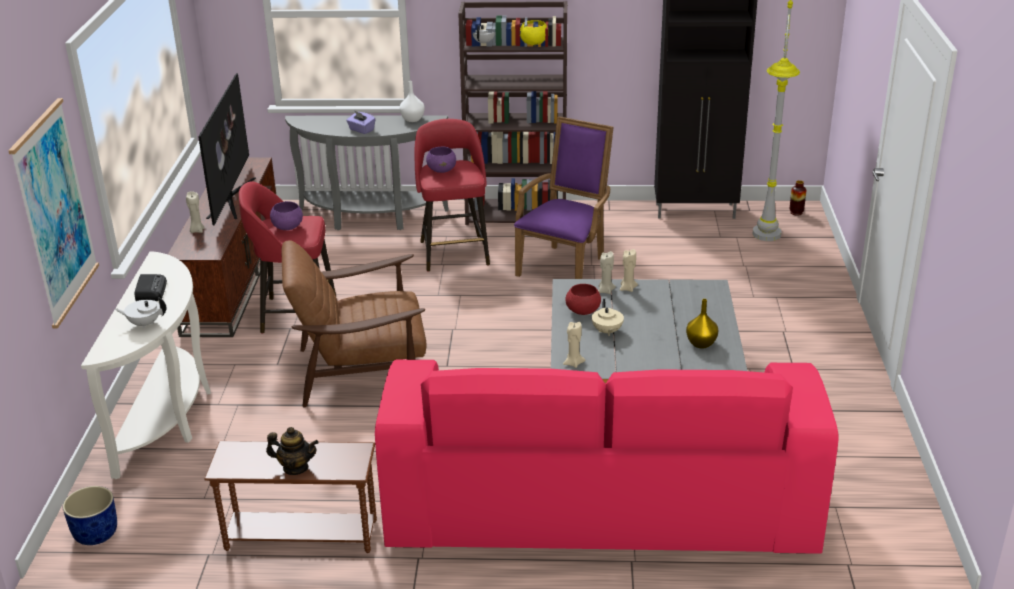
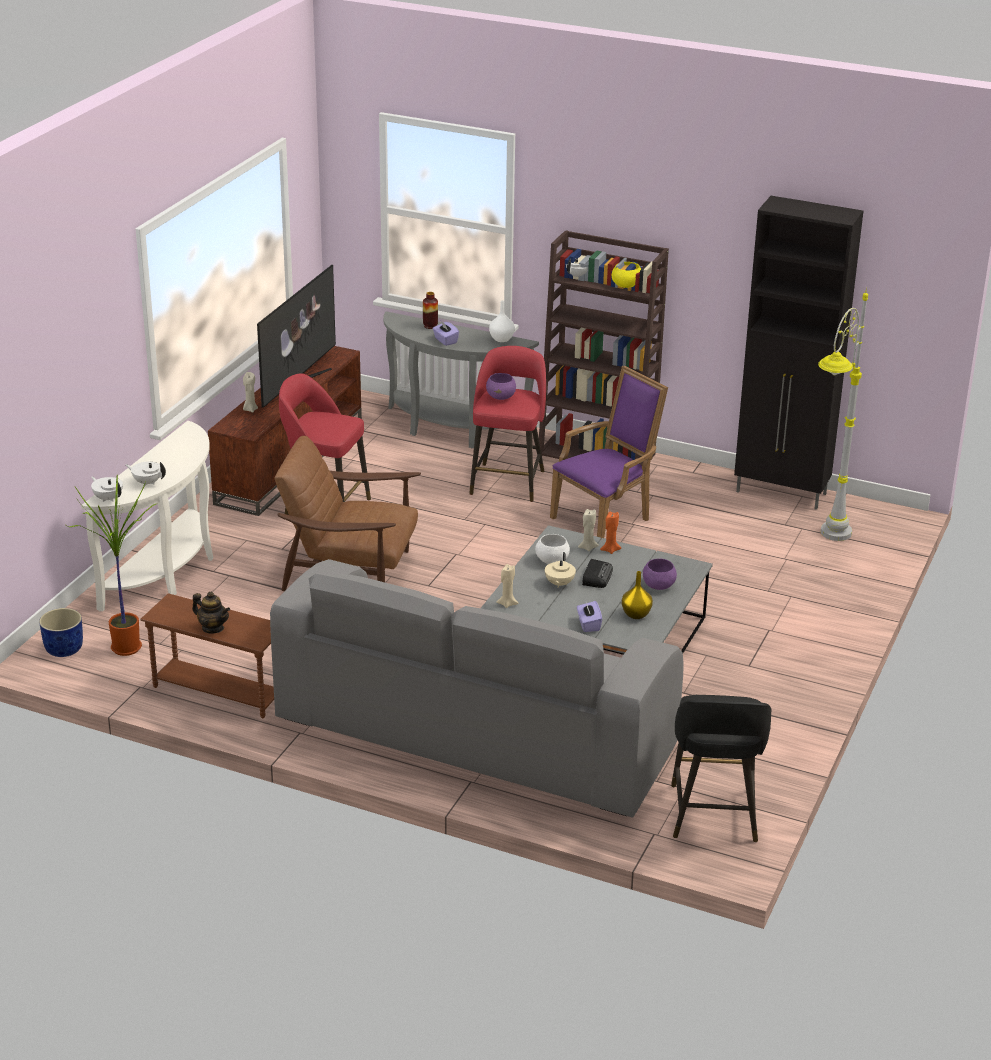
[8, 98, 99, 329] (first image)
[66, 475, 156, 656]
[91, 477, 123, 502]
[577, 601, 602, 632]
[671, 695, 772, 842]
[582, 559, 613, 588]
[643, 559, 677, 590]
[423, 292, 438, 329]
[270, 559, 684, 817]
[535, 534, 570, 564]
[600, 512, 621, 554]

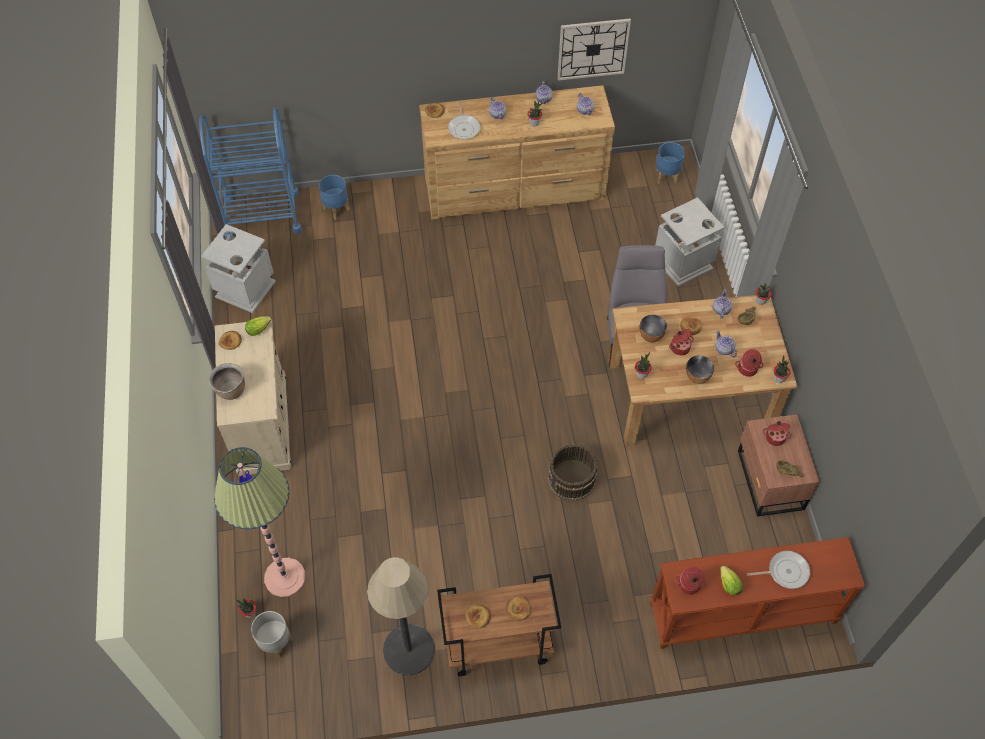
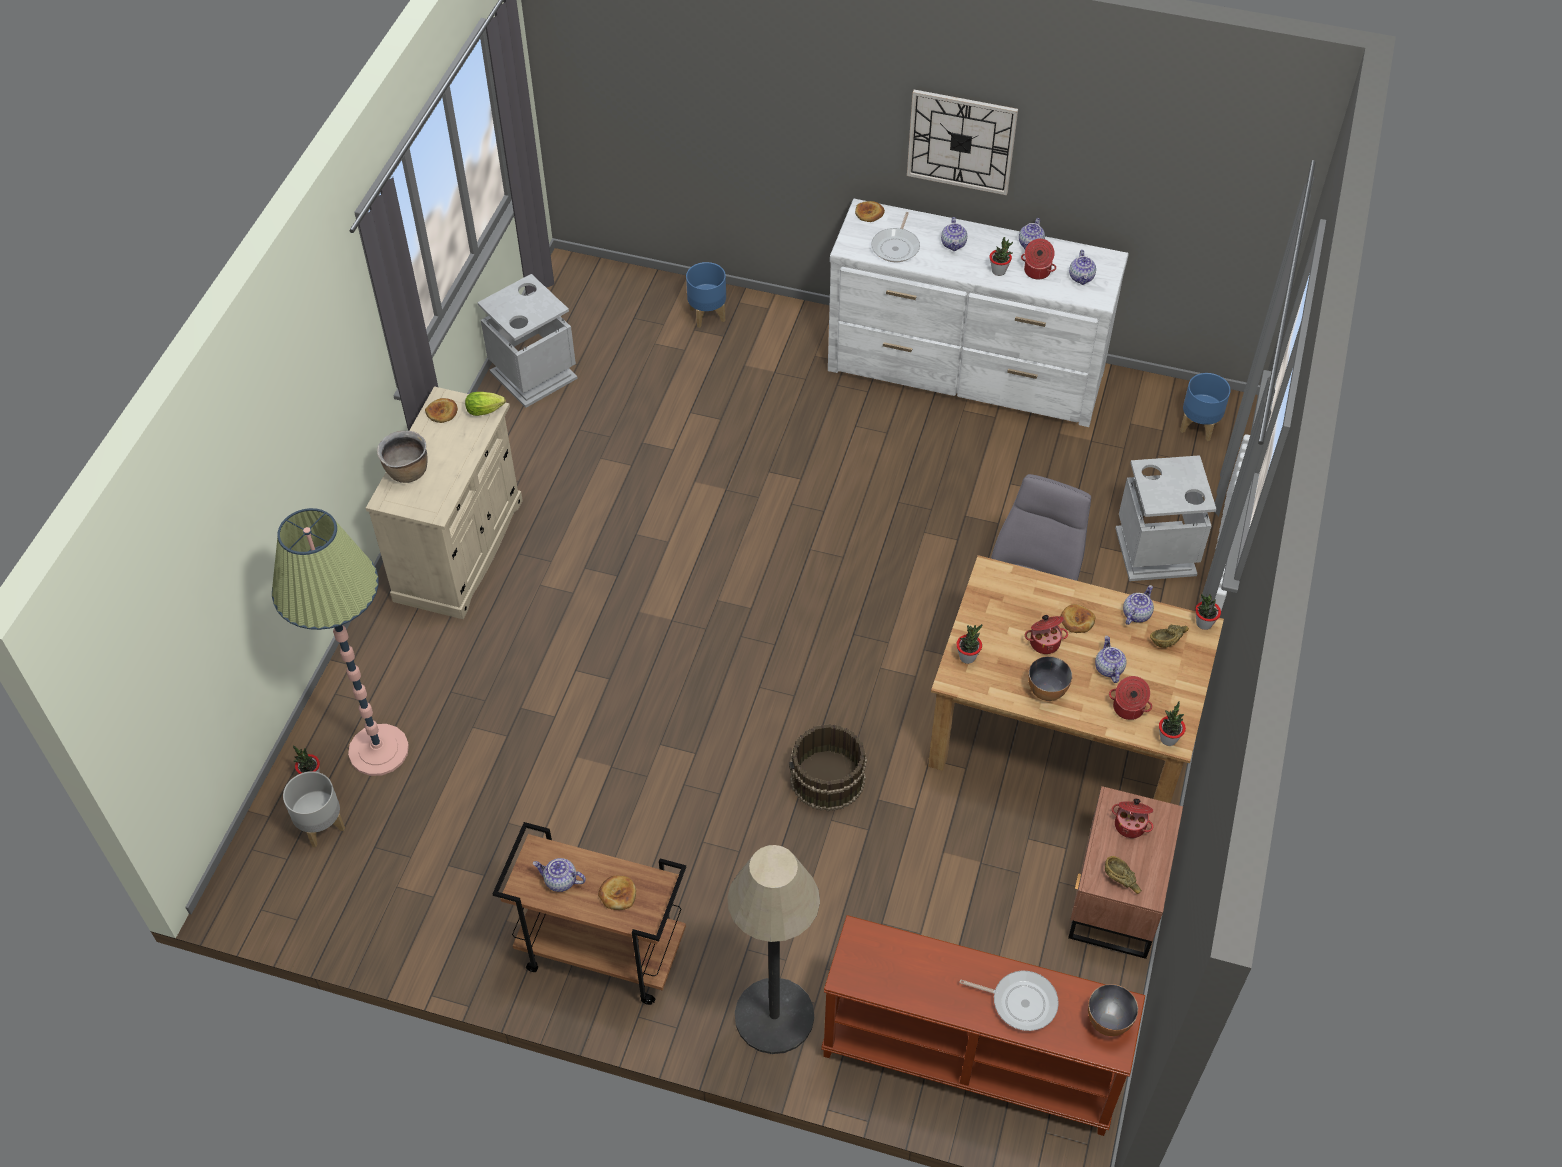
[199, 107, 302, 238] (first image)
[720, 566, 743, 595] (first image)
[727, 845, 820, 1054]
[907, 90, 1018, 195]
[1088, 984, 1138, 1036]
[1021, 238, 1056, 280]
[533, 858, 586, 892]
[828, 199, 1129, 427]

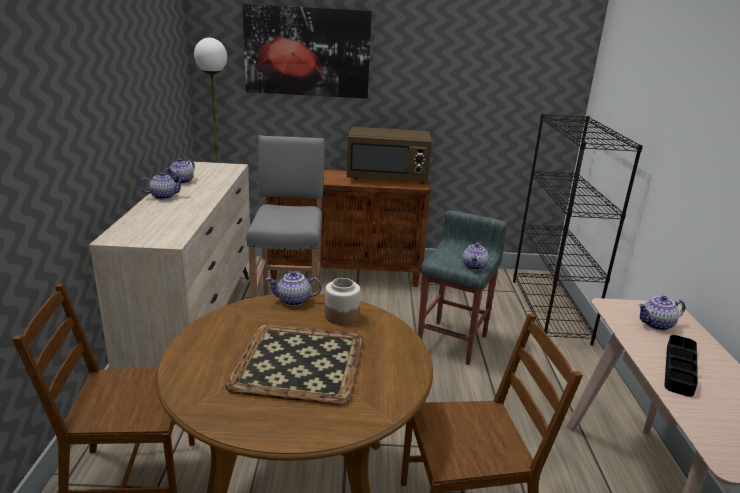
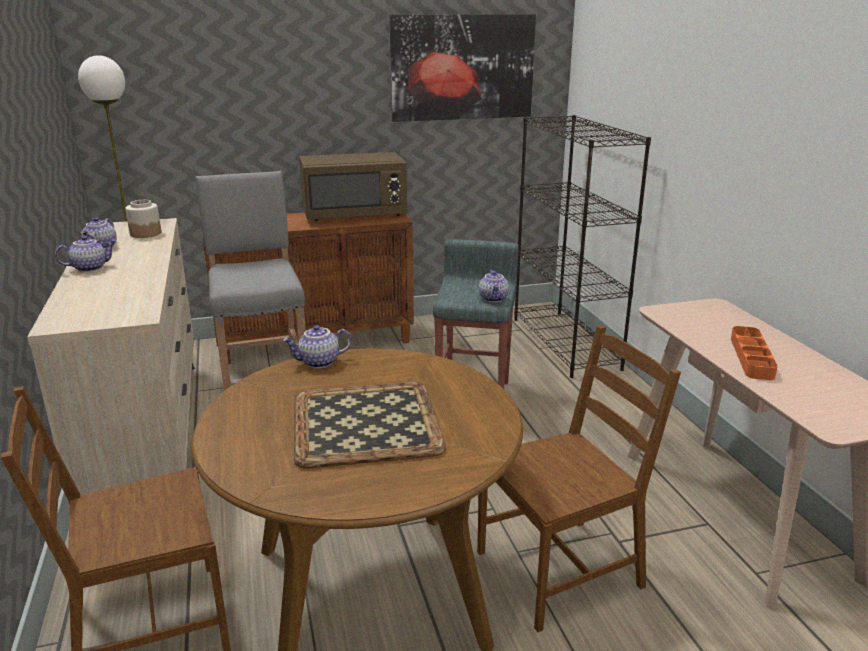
[638, 296, 685, 331] (first image)
[389, 14, 536, 122]
[125, 200, 161, 238]
[731, 326, 778, 380]

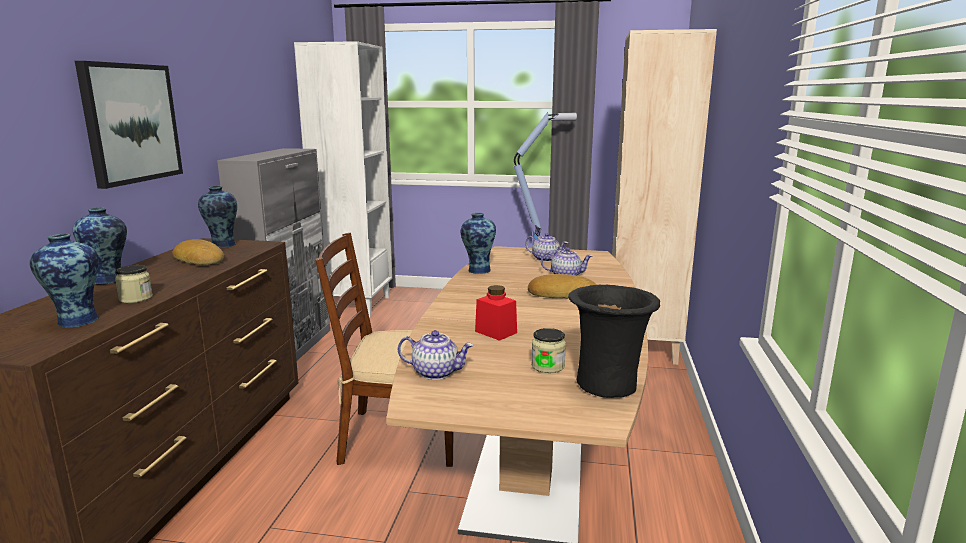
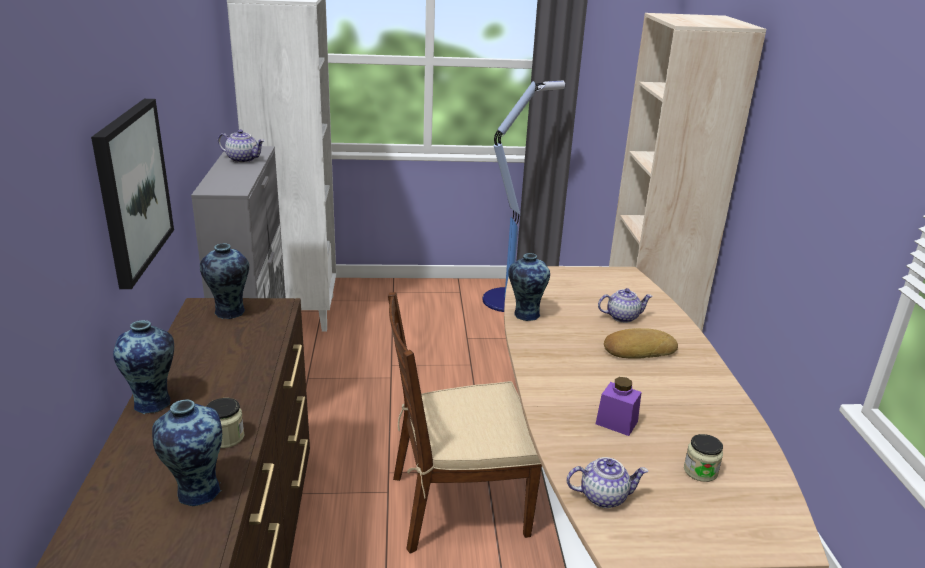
[172, 239, 224, 265] (first image)
[568, 285, 660, 398] (first image)
[218, 129, 265, 163]
[596, 377, 642, 436]

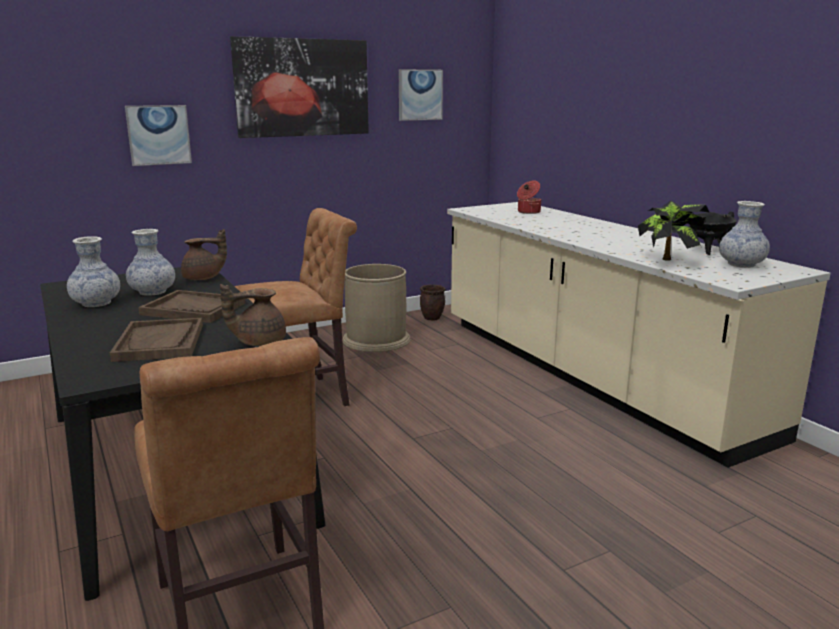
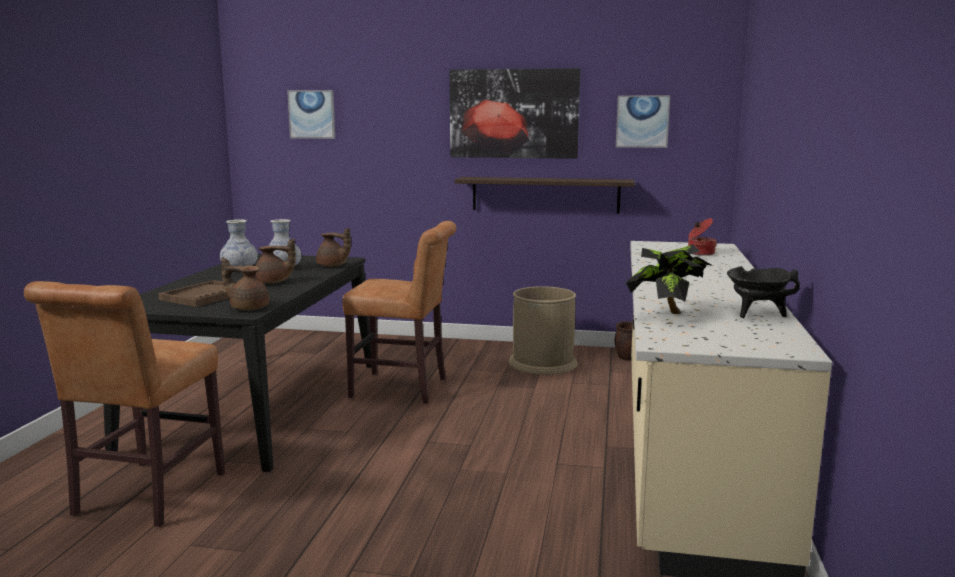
[719, 201, 770, 268] (first image)
[455, 177, 634, 214]
[287, 90, 335, 139]
[256, 238, 296, 283]

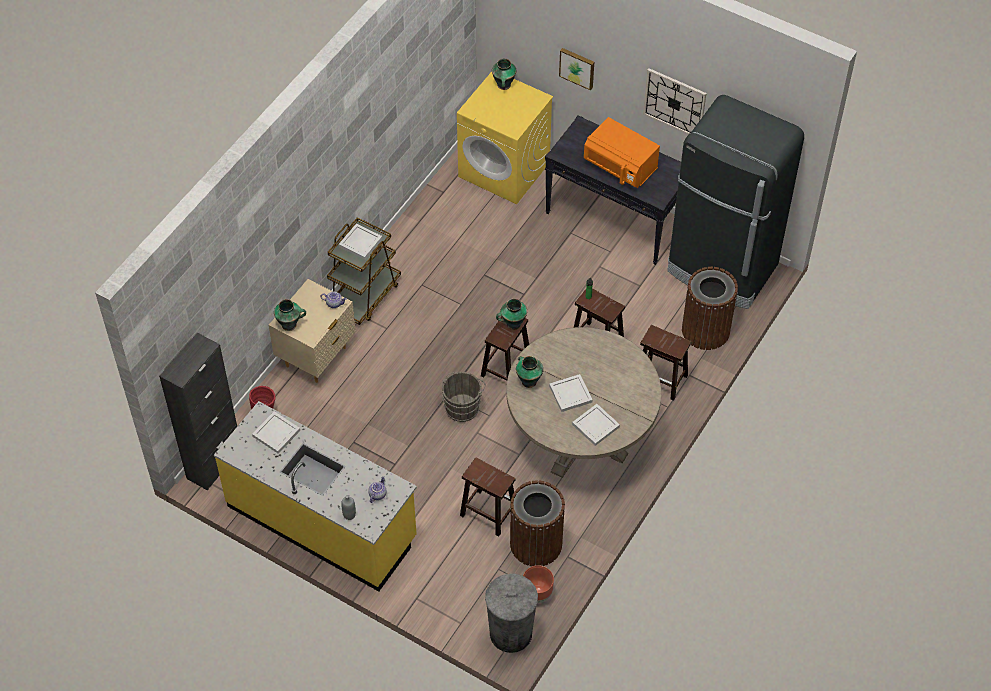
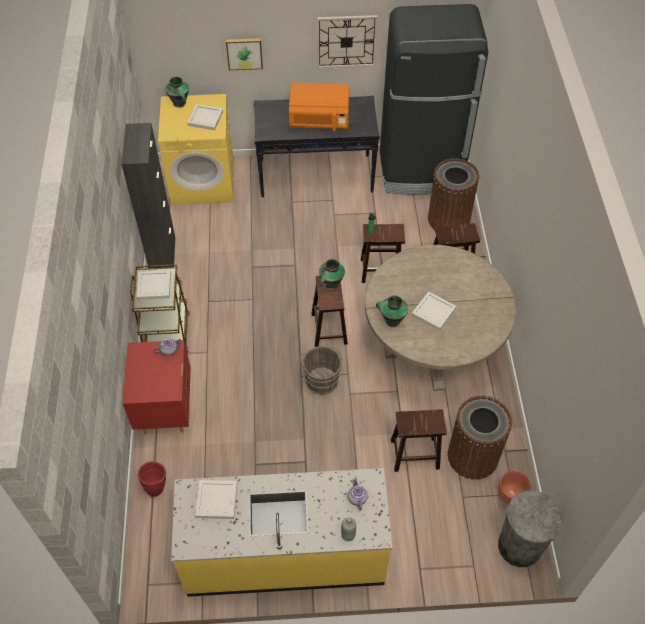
[274, 299, 306, 331] (first image)
[121, 123, 175, 268]
[187, 104, 223, 130]
[123, 340, 191, 435]

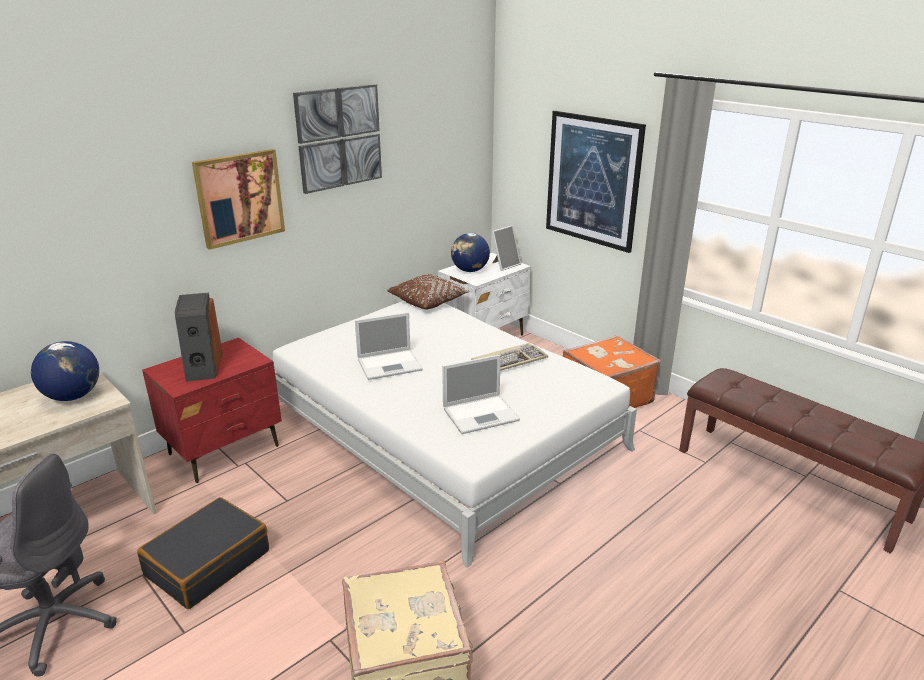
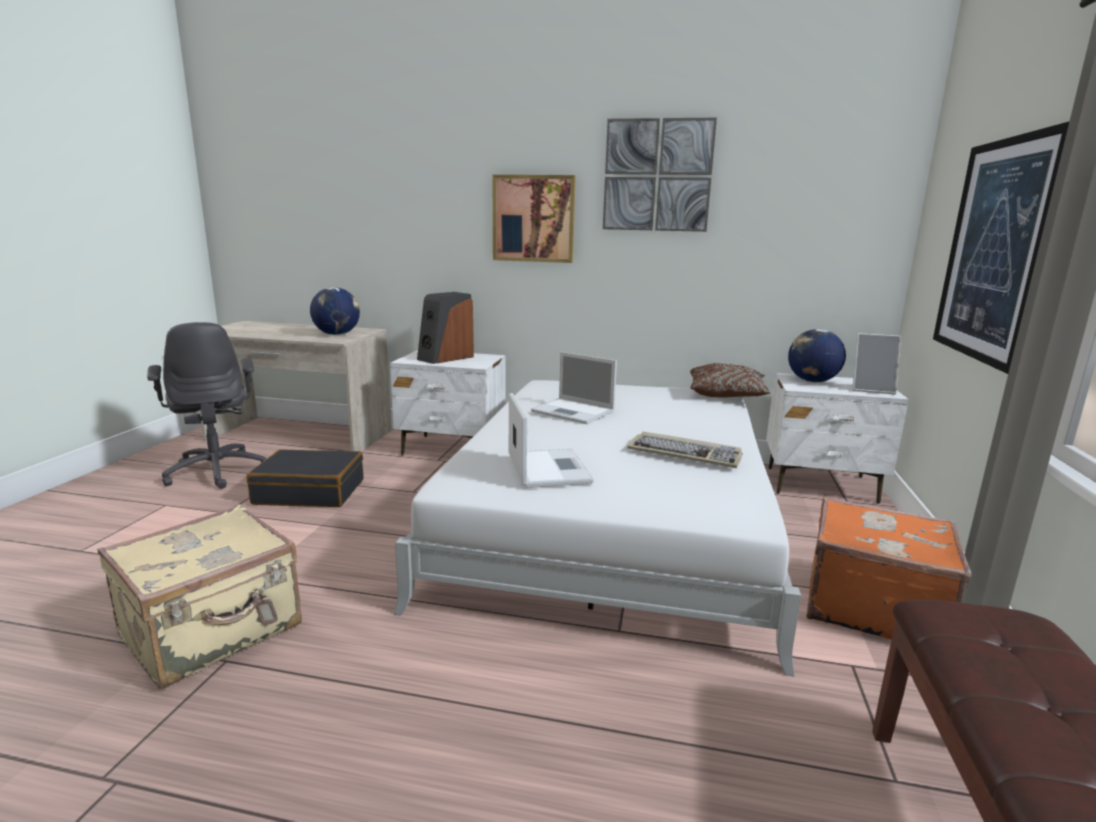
[390, 350, 505, 456]
[509, 393, 594, 488]

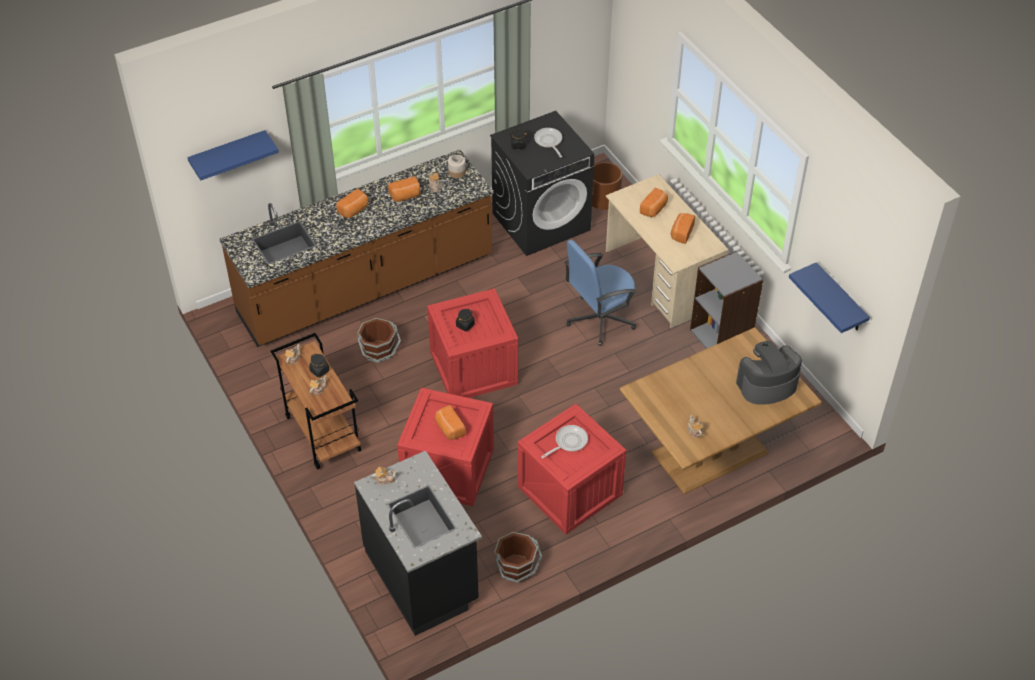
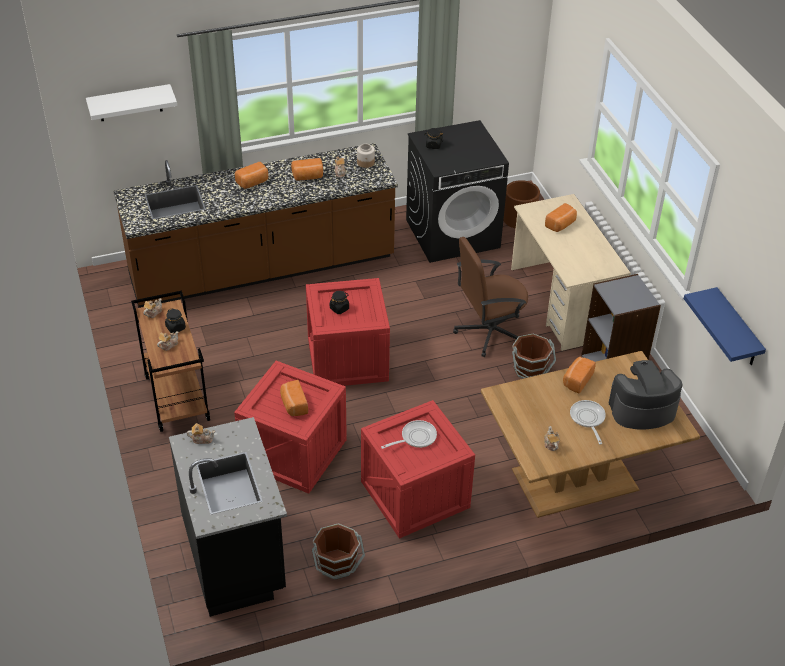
[512, 334, 556, 379]
[570, 400, 606, 445]
[563, 357, 596, 393]
[86, 84, 177, 121]
[453, 237, 528, 357]

